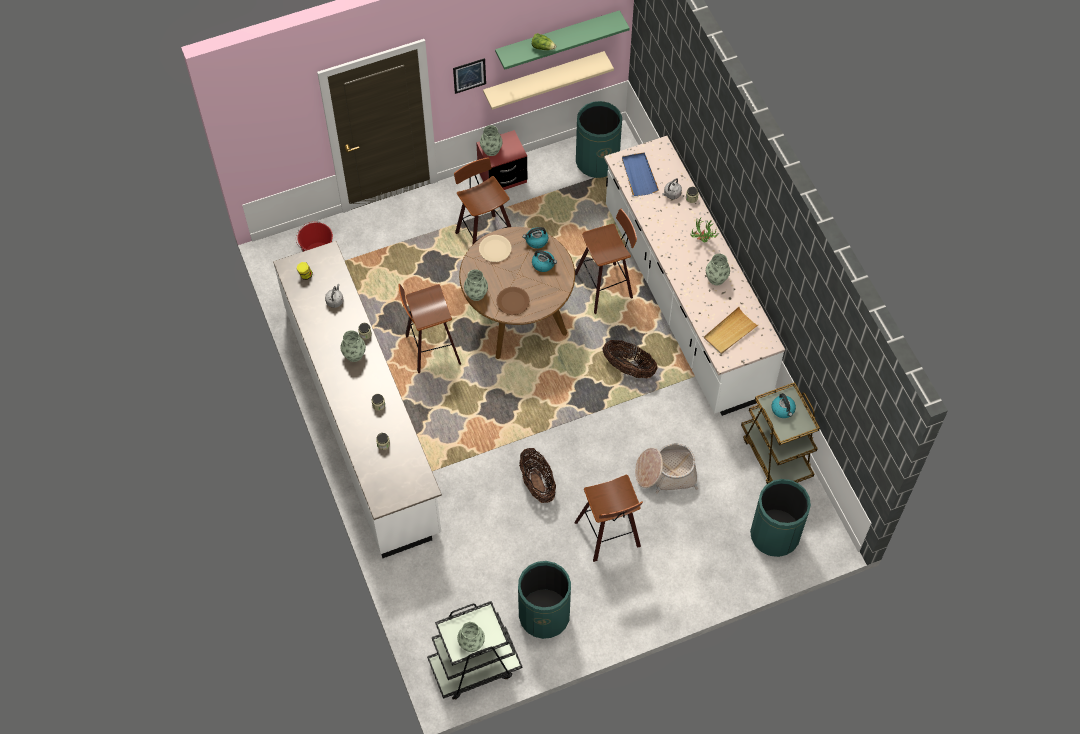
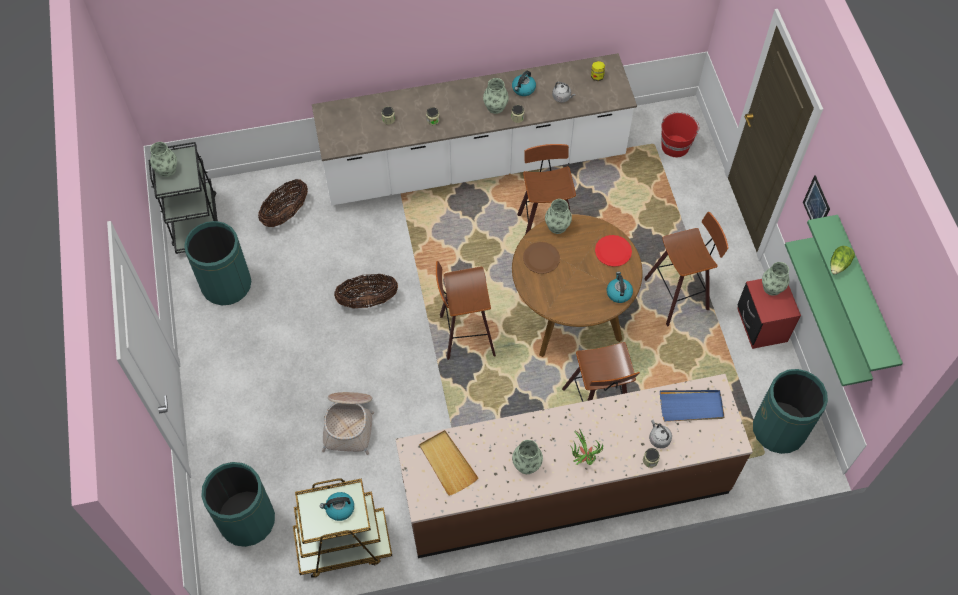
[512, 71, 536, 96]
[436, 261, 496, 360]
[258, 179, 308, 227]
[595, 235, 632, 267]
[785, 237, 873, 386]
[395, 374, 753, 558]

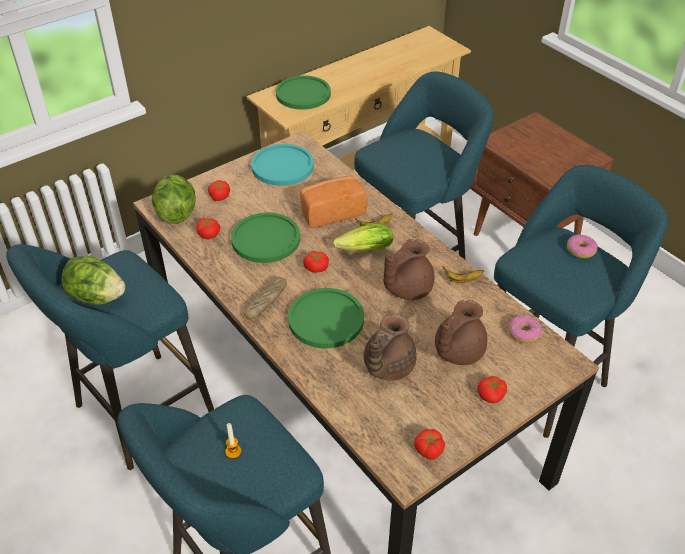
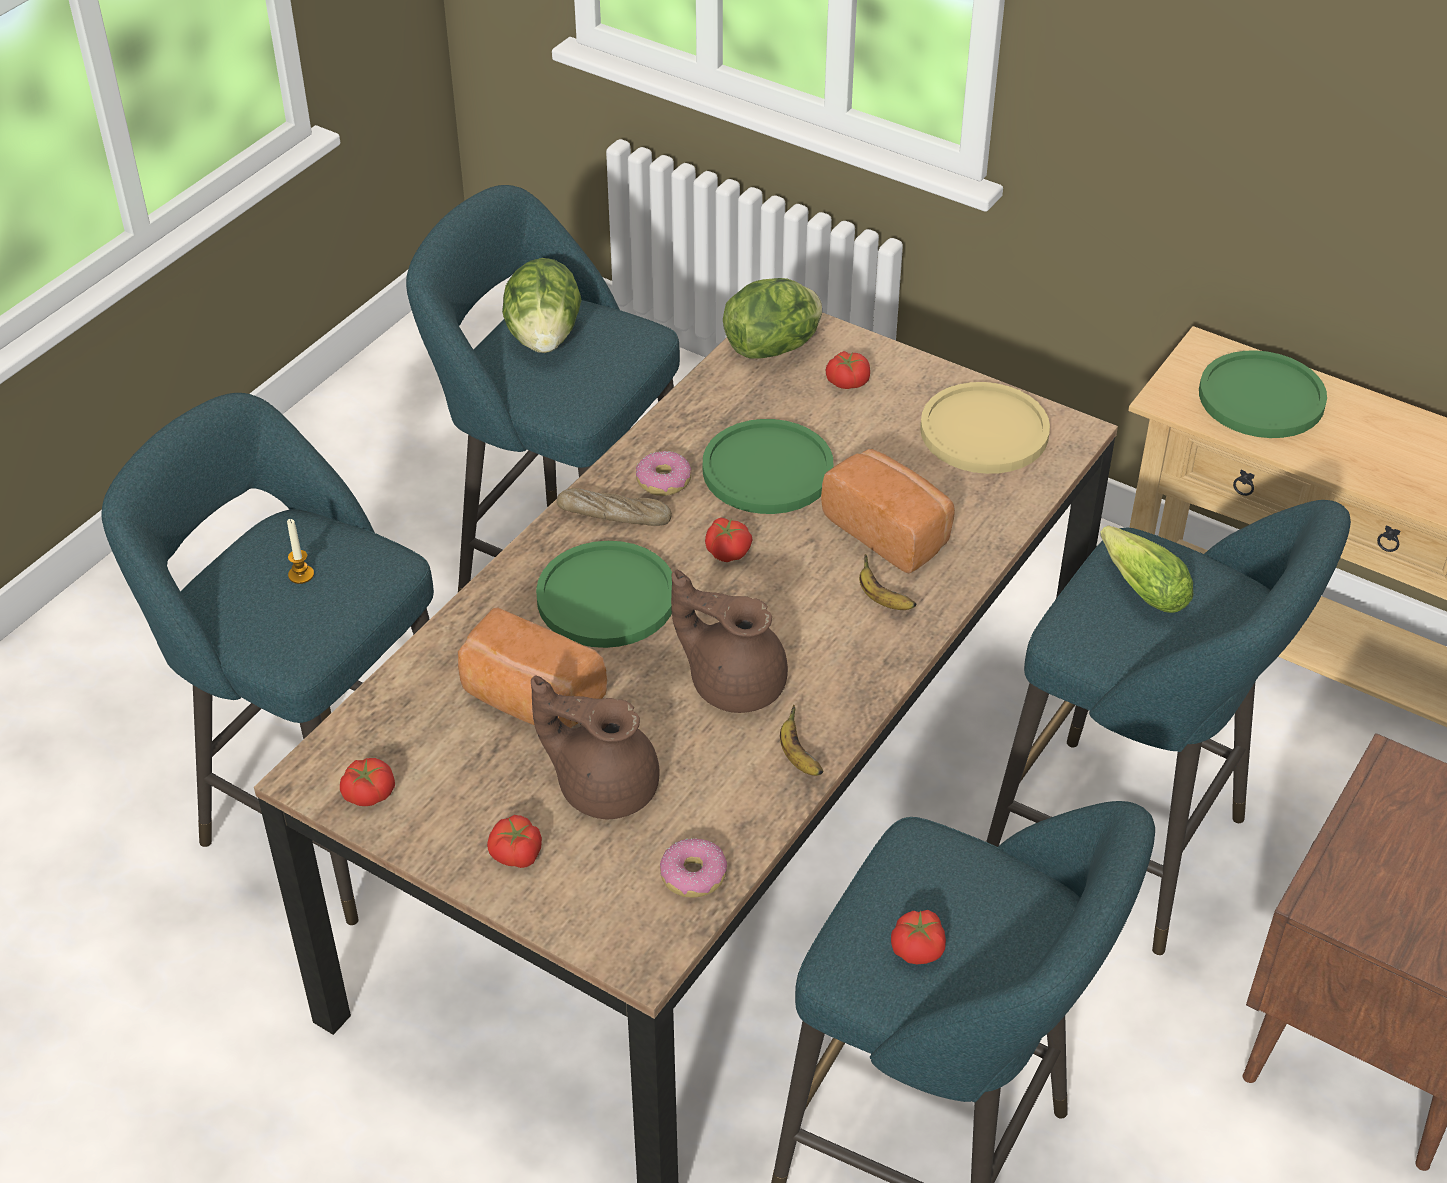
[891, 910, 946, 964]
[1101, 525, 1194, 613]
[636, 451, 691, 496]
[458, 607, 607, 728]
[920, 382, 1050, 474]

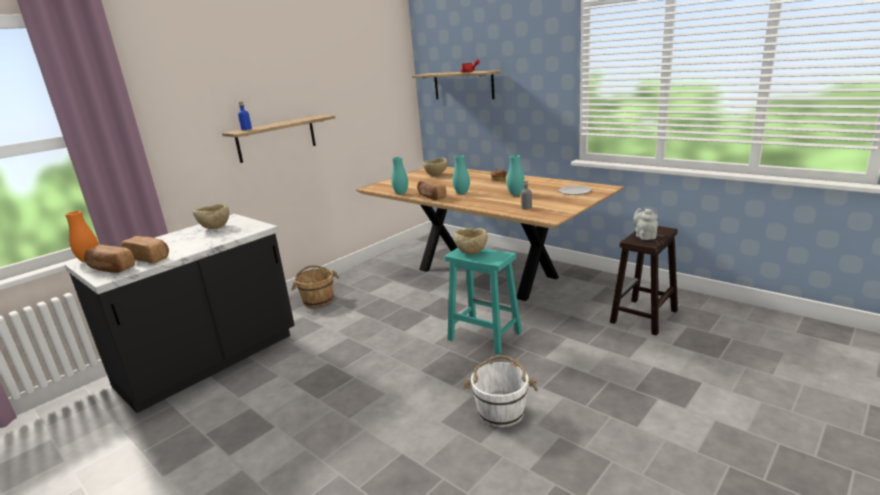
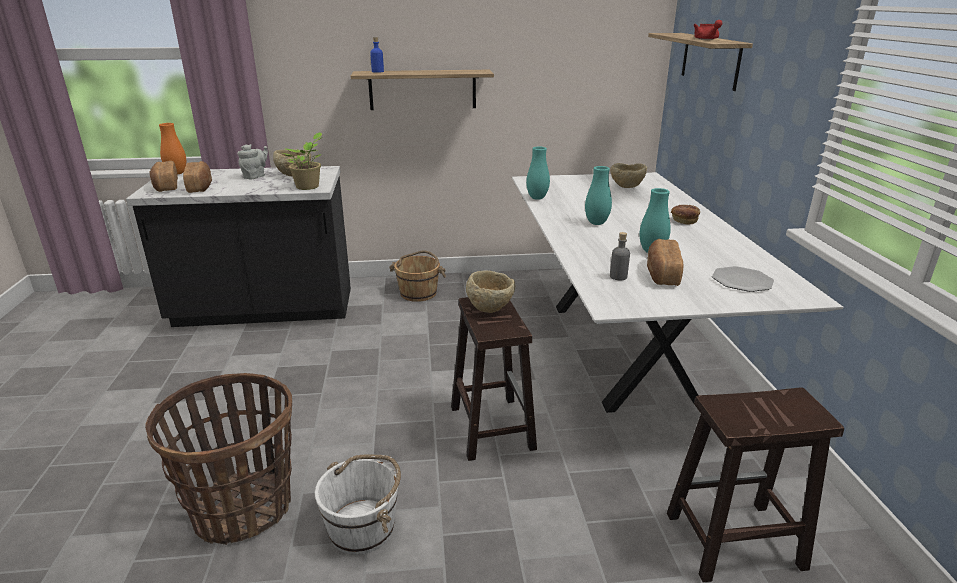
[145, 373, 292, 545]
[283, 132, 322, 190]
[647, 239, 683, 286]
[237, 144, 268, 179]
[512, 172, 843, 413]
[451, 297, 537, 461]

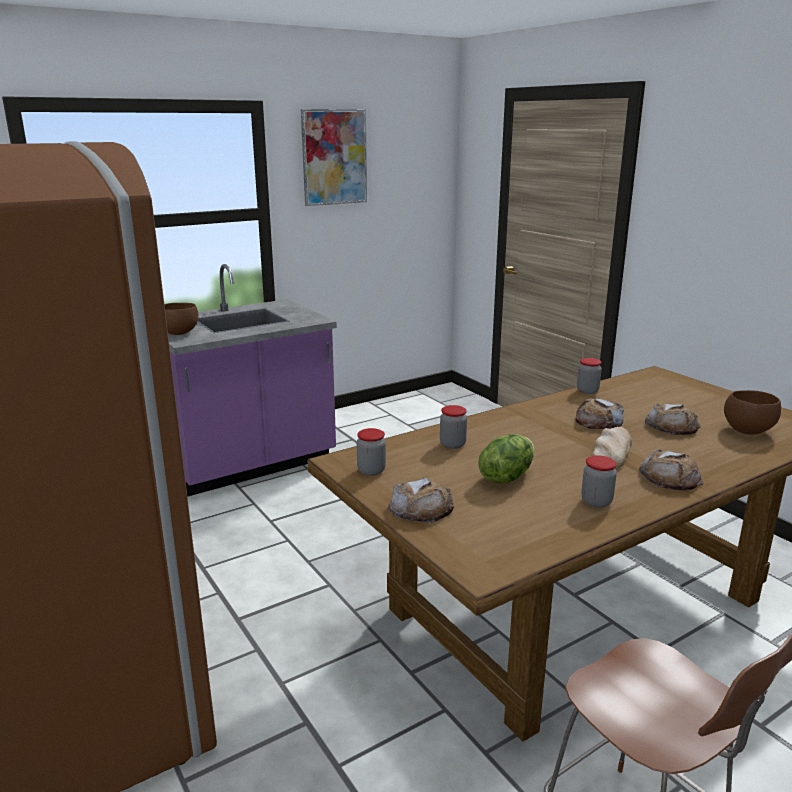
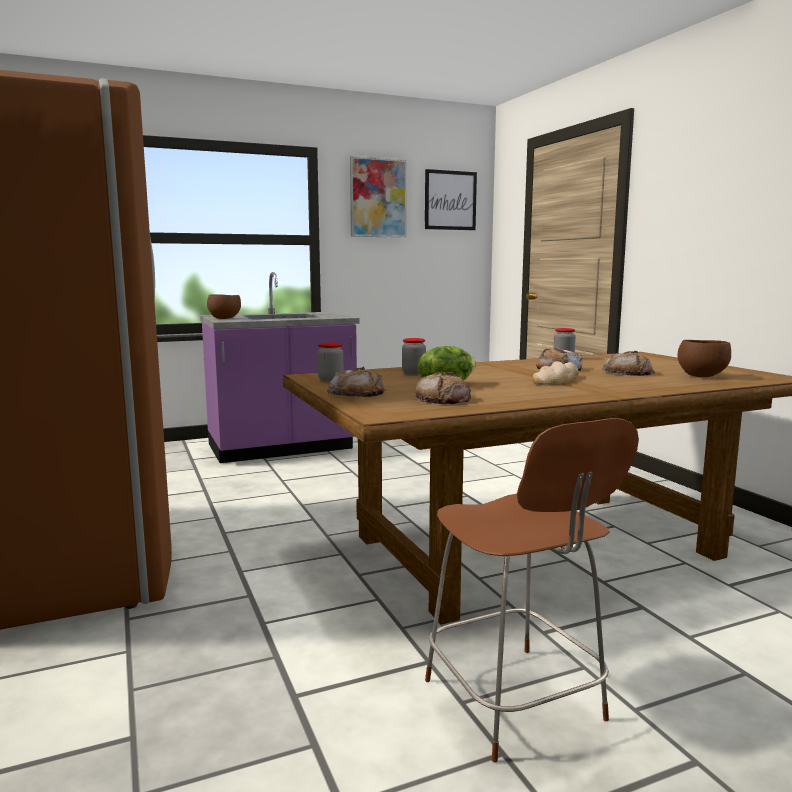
[581, 456, 617, 508] (first image)
[425, 169, 477, 230]
[415, 372, 471, 404]

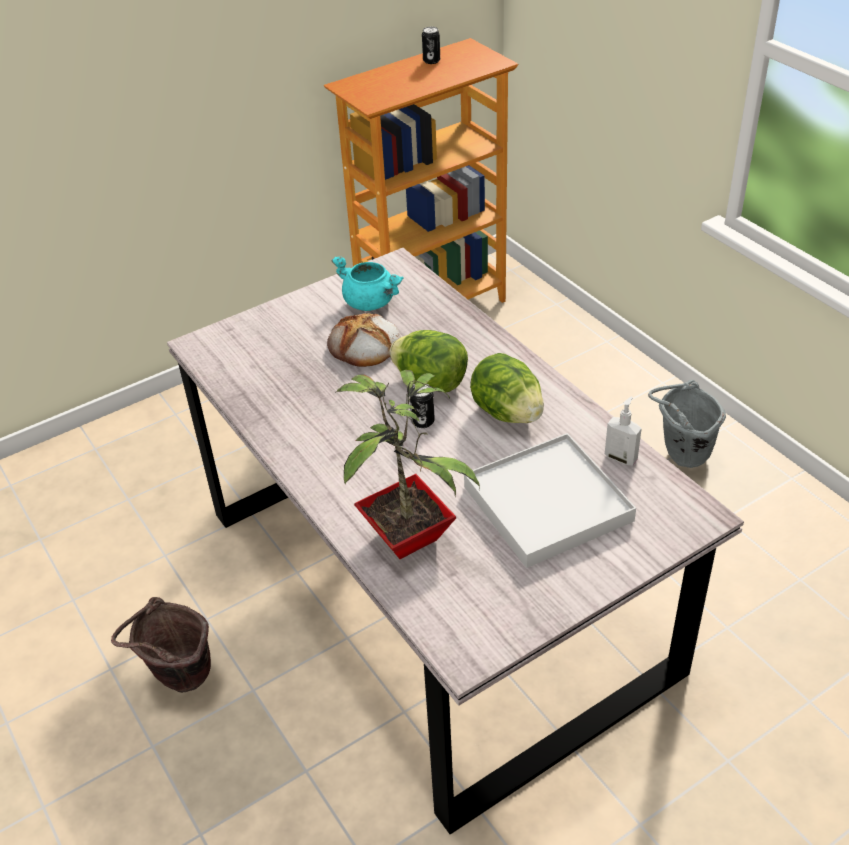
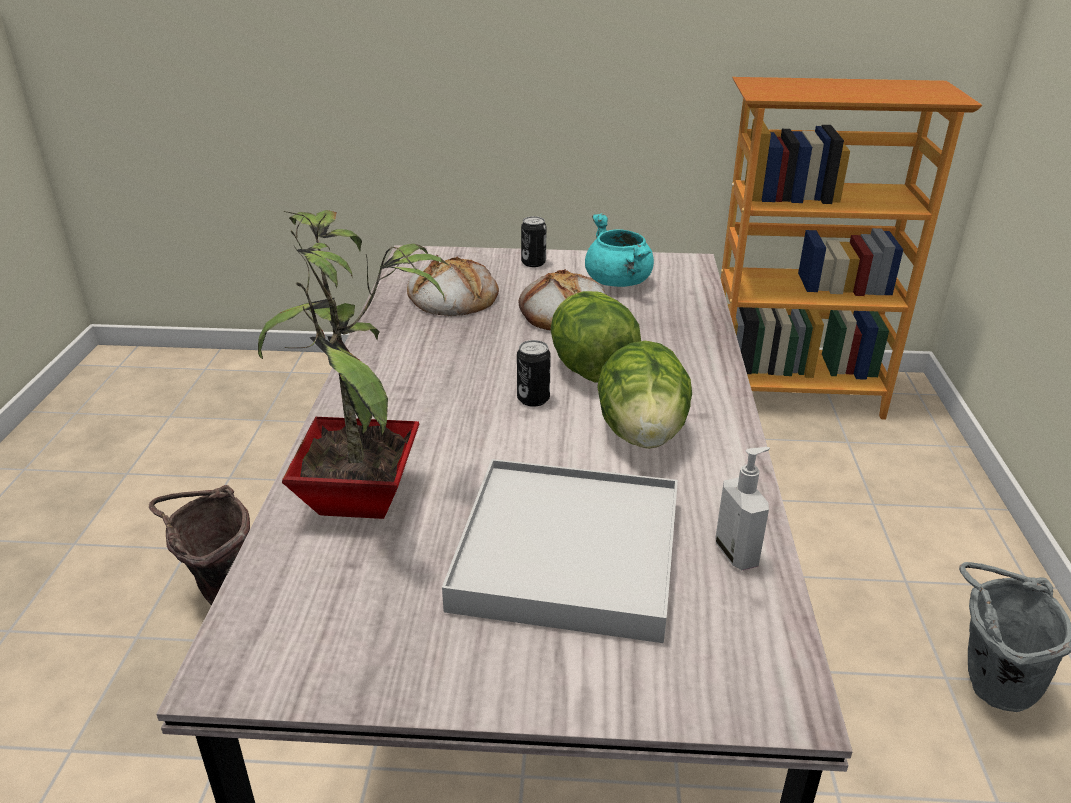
[407, 255, 499, 316]
[521, 216, 547, 267]

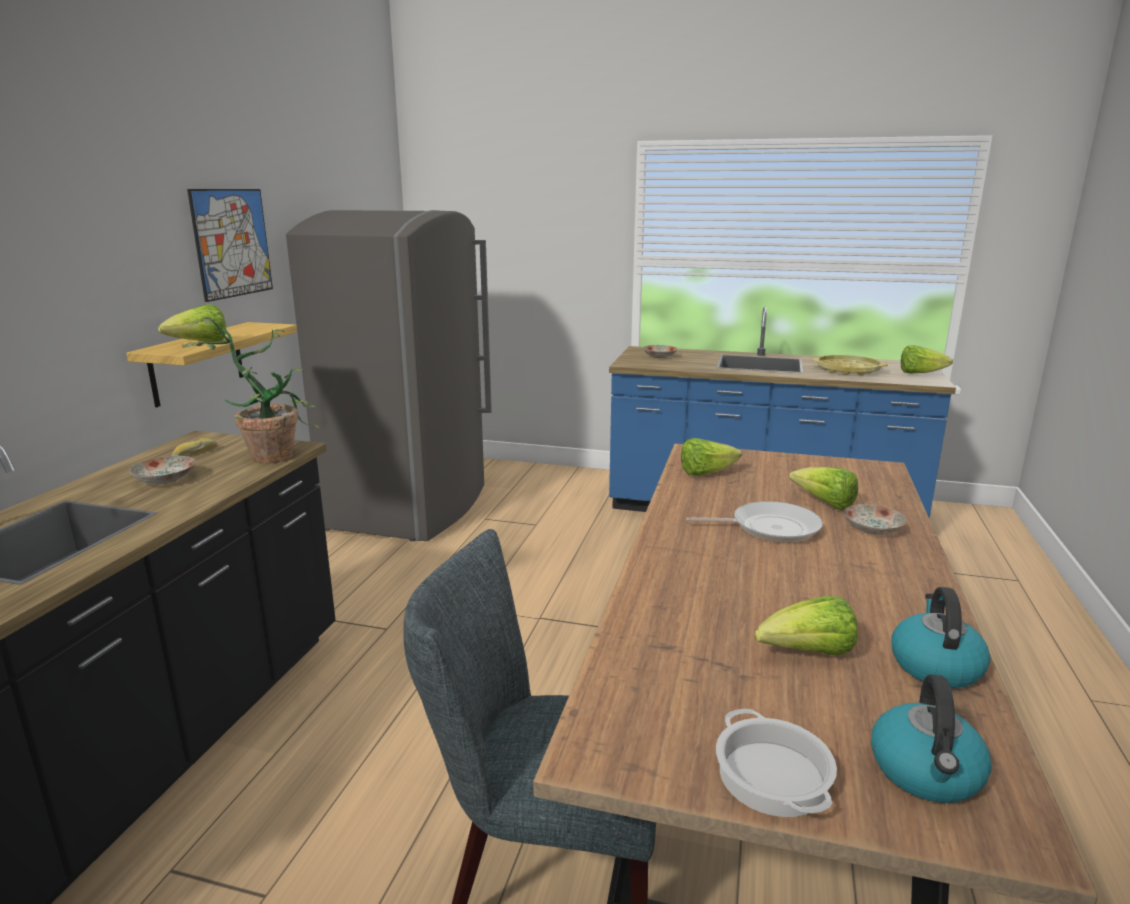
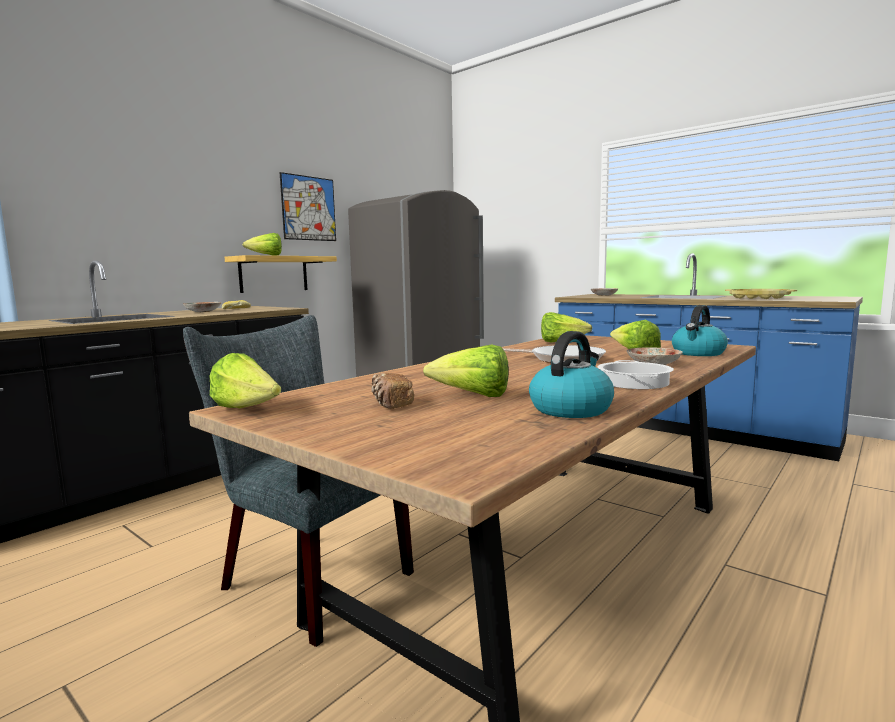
[183, 318, 320, 464] (first image)
[372, 373, 414, 409]
[597, 360, 674, 389]
[672, 305, 728, 356]
[210, 353, 281, 408]

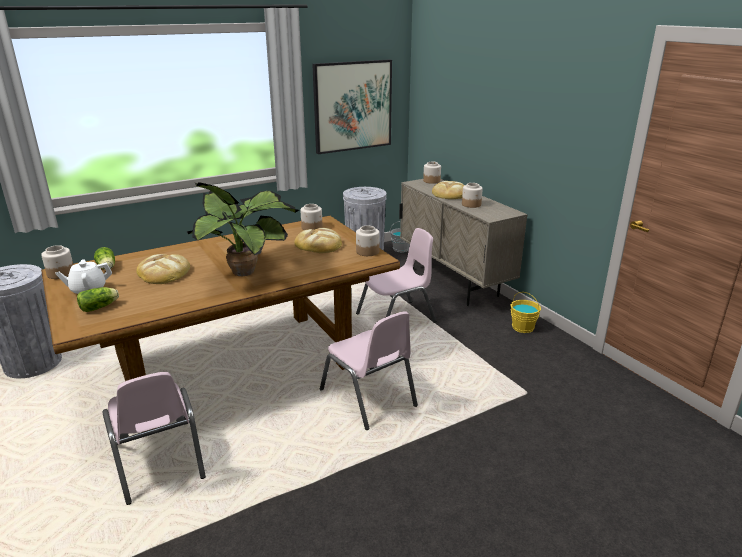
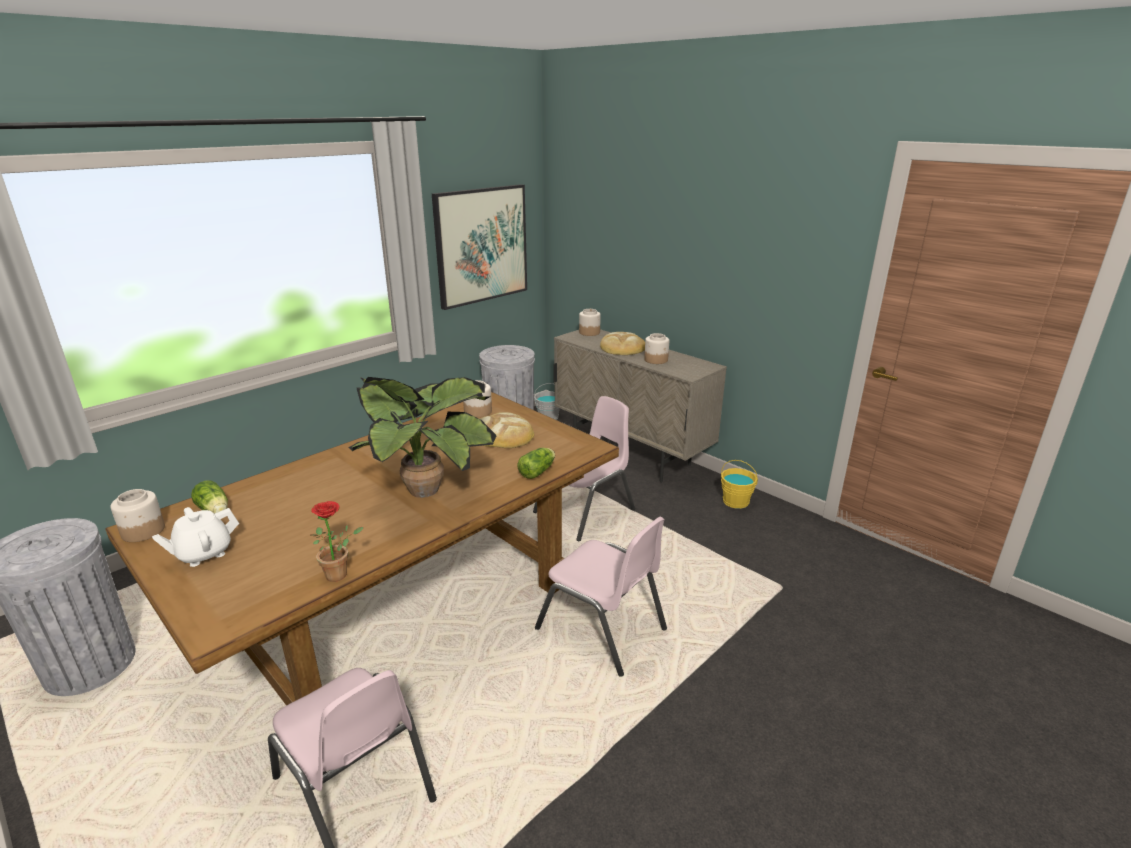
[136, 254, 190, 284] (first image)
[356, 226, 380, 256] (first image)
[311, 501, 363, 582]
[517, 448, 555, 479]

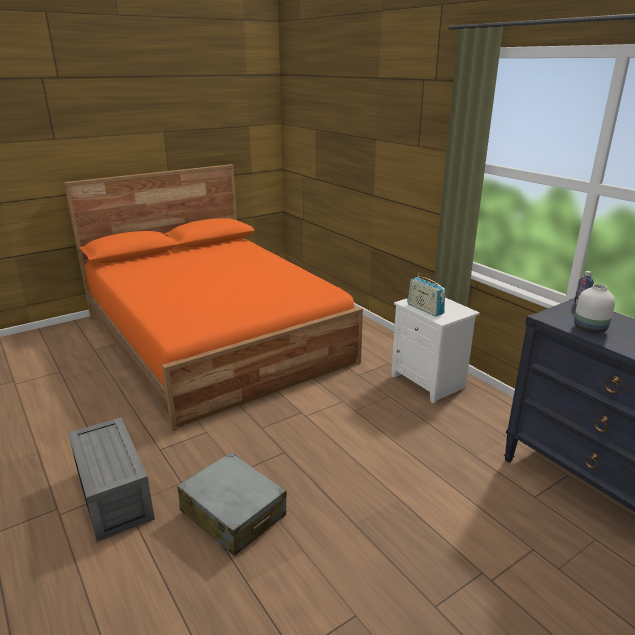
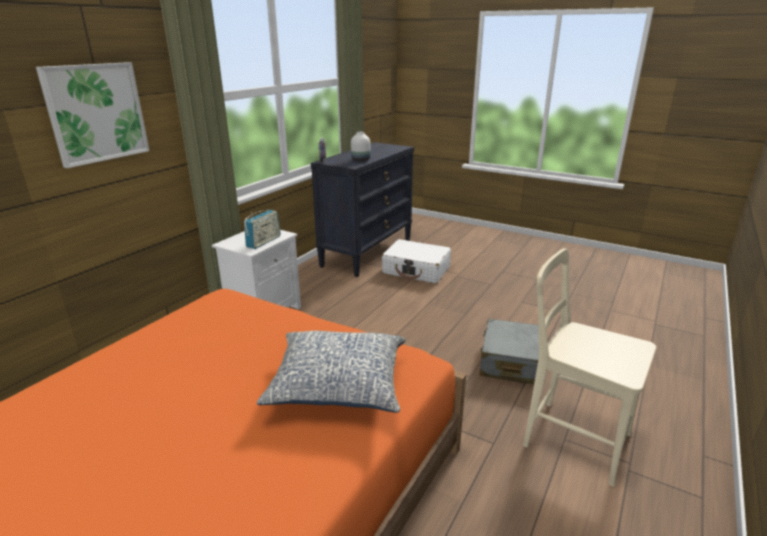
[36, 62, 149, 168]
[257, 331, 405, 413]
[382, 239, 451, 284]
[523, 248, 657, 487]

